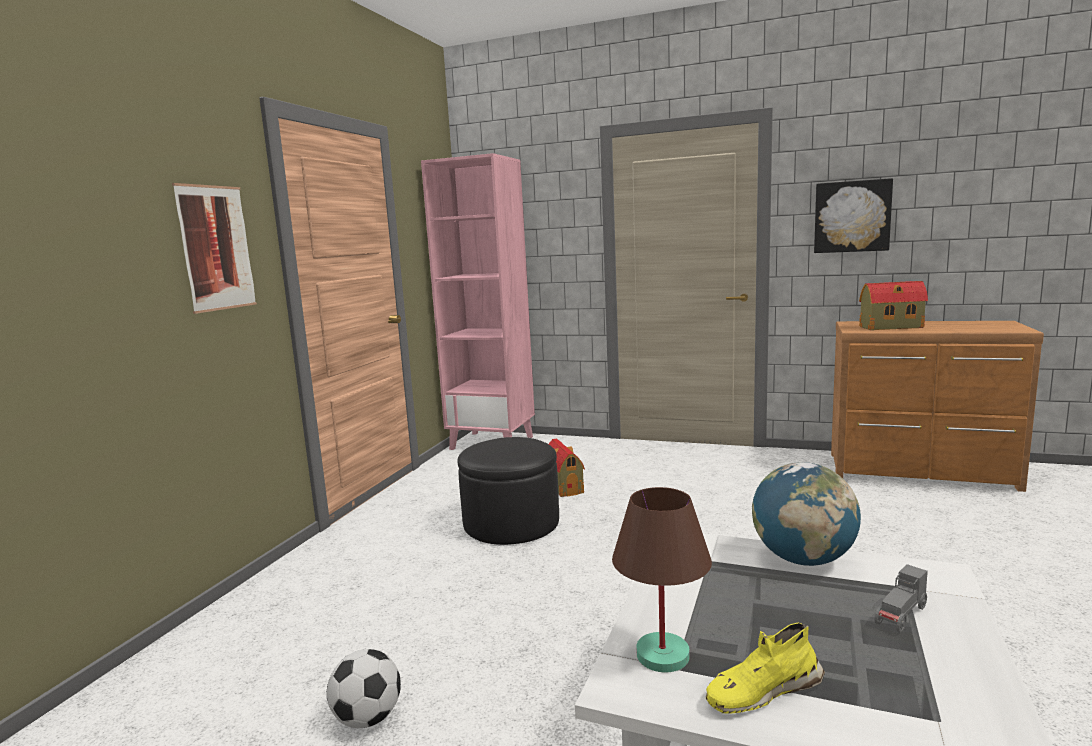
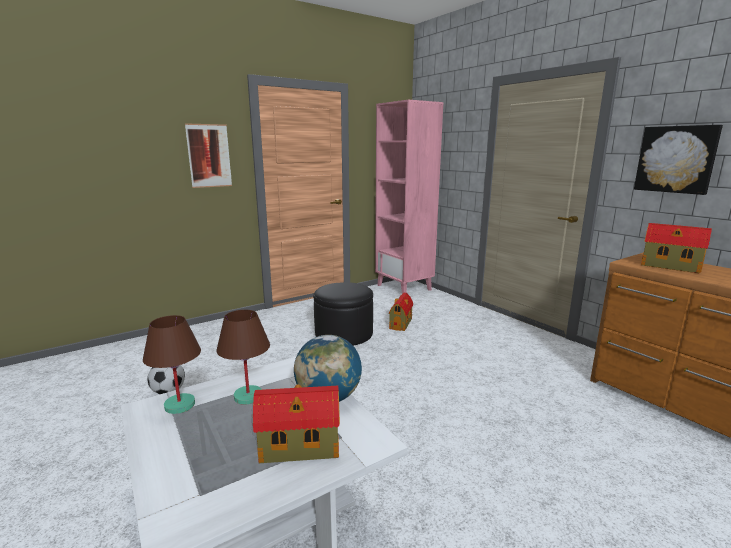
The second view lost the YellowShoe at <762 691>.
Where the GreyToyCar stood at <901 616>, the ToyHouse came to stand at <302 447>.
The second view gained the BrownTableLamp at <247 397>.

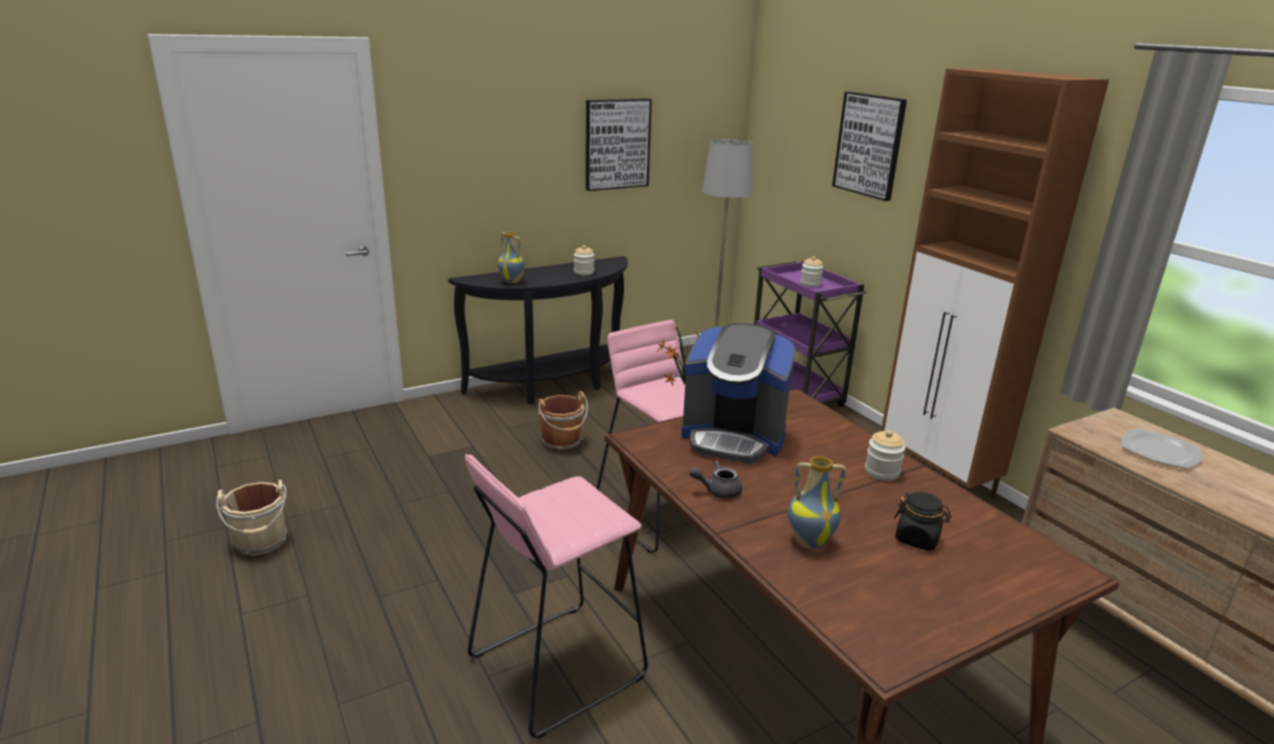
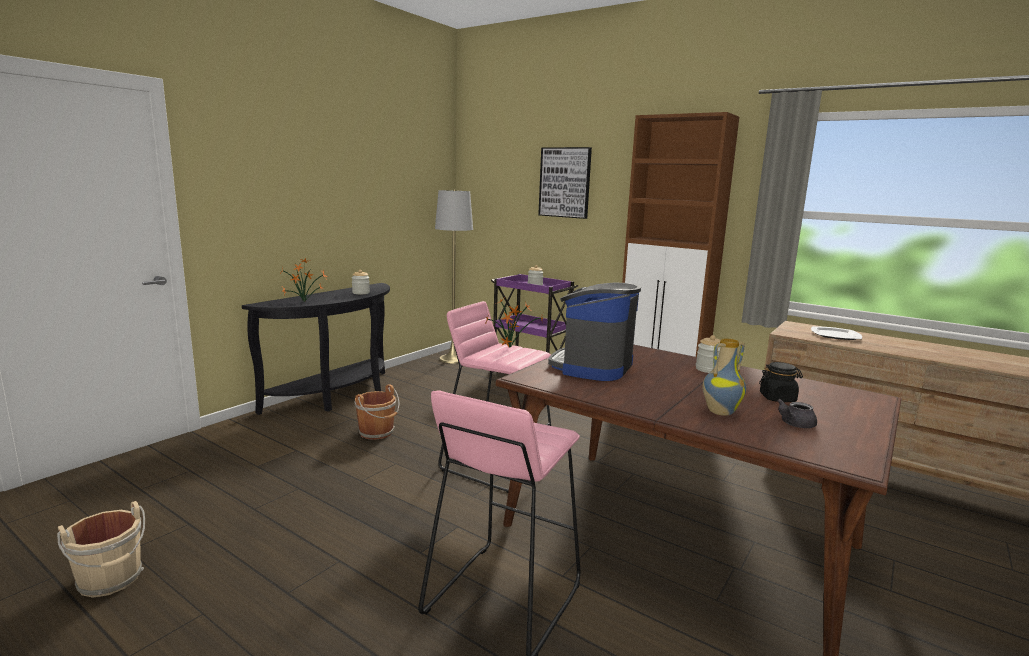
Where the Vase stood at <512 281>, the PottedPlant came to stand at <305 302>.
The second view lost the Picture at <617 144>.
The CoffeeMachine at <733 437> ended up facing another way, 120 degrees clockwise from before.
The GreyTeapot ended up elsewhere, having gone from <717 490> to <793 424>.

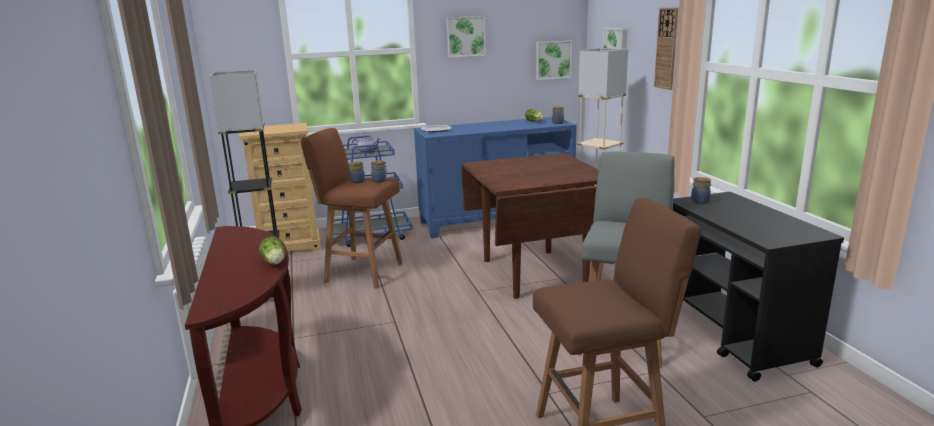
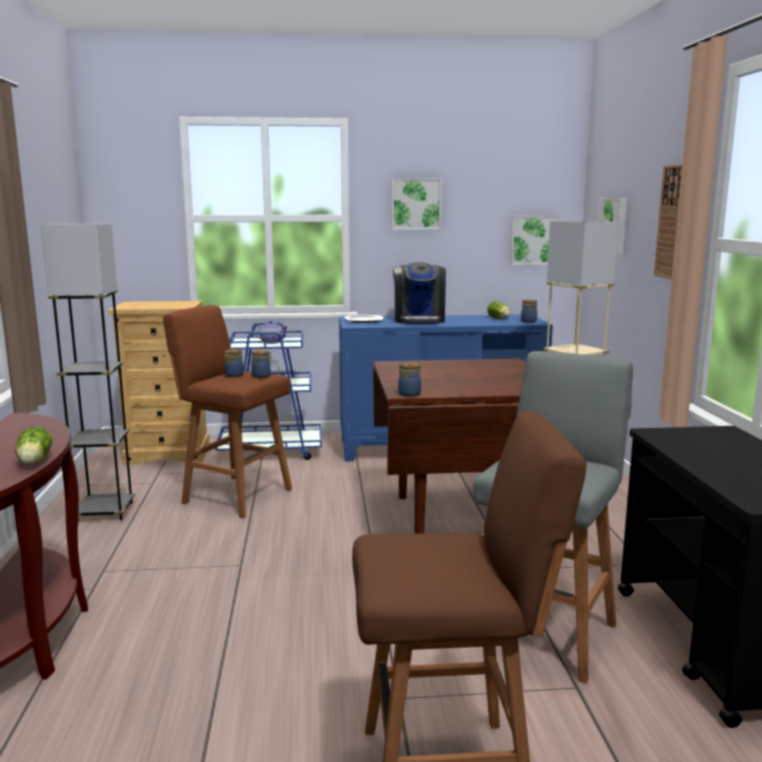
The Jar ended up elsewhere, having gone from <700 201> to <410 394>.
The second view gained the CoffeeMachine at <419 320>.

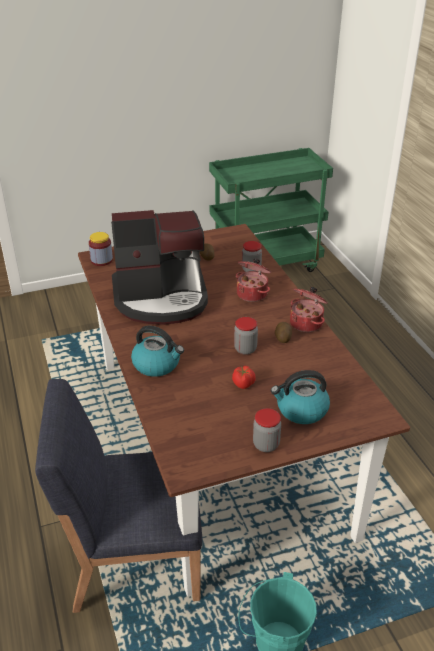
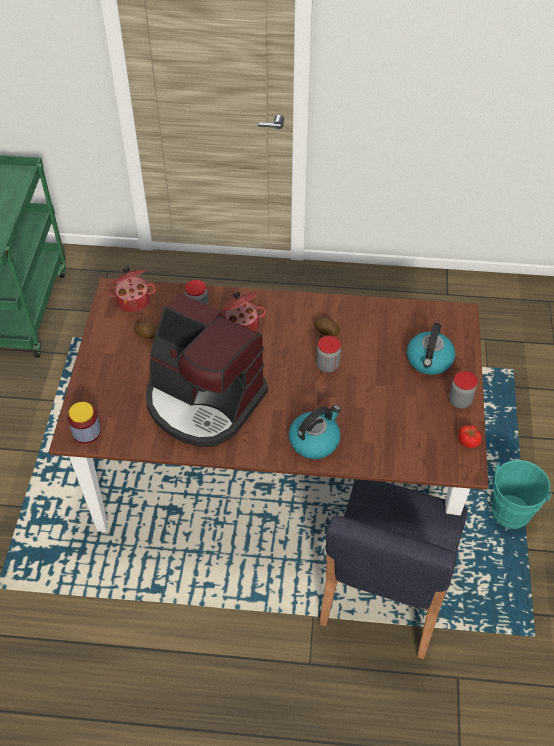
The CoffeeMachine at <161 298> ended up facing another way, 105 degrees clockwise from before.
The Tomato ended up elsewhere, having gone from <243 384> to <468 441>.
The CookingPot ended up elsewhere, having gone from <307 323> to <133 300>.

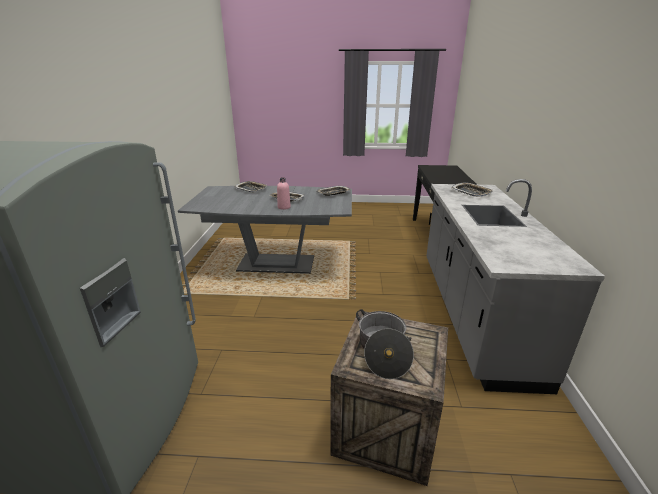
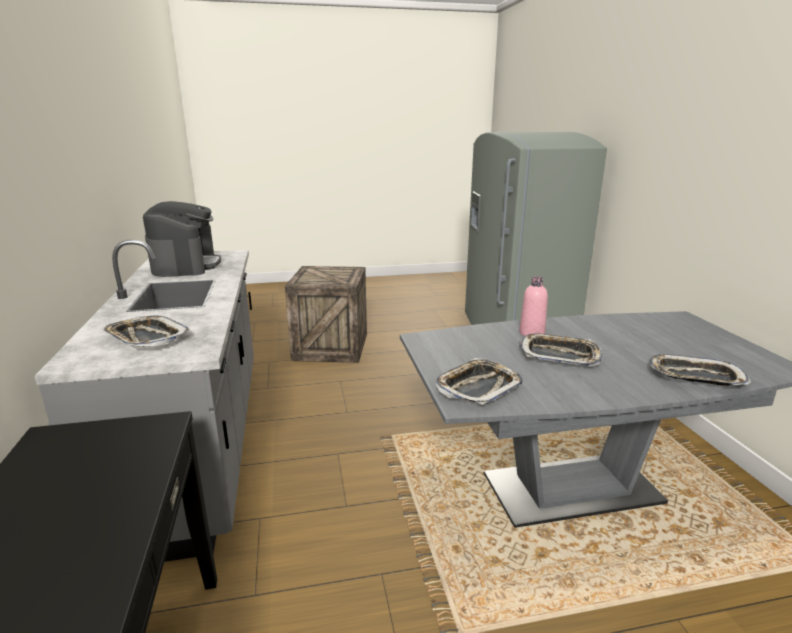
The second view lost the CookingPot at <382 352>.
The second view gained the CoffeeMachine at <186 265>.

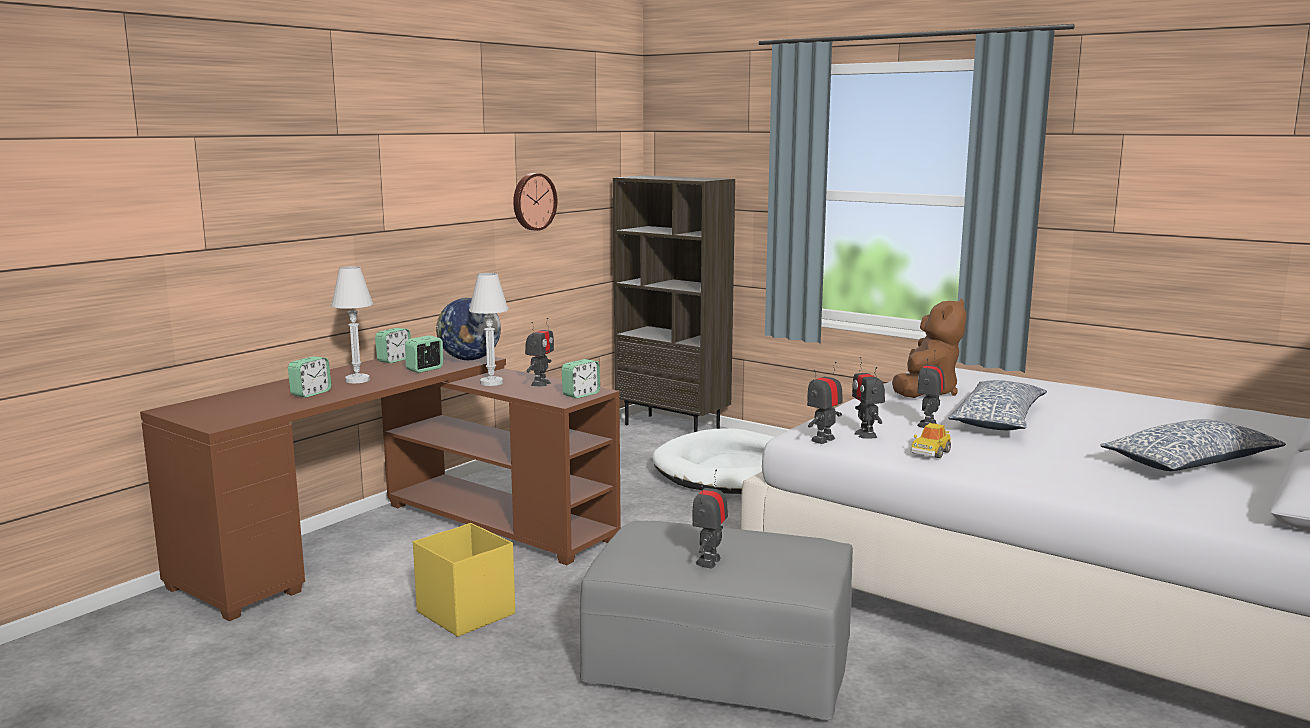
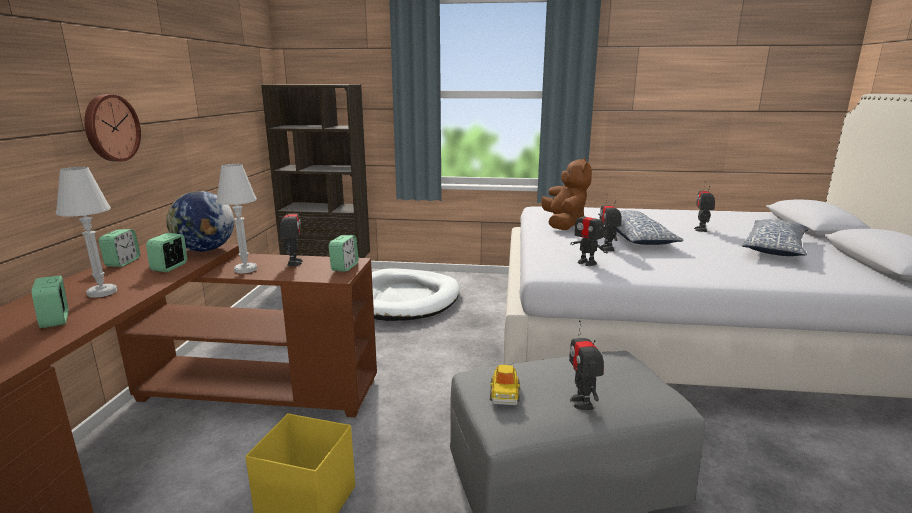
The AlarmClock at <311 393> ended up facing another way, 150 degrees clockwise from before.
The WallClock ended up elsewhere, having gone from <533 201> to <110 128>.
The ToyRobot ended up elsewhere, having gone from <823 440> to <701 229>.
The ToyCar ended up elsewhere, having gone from <930 453> to <504 395>.

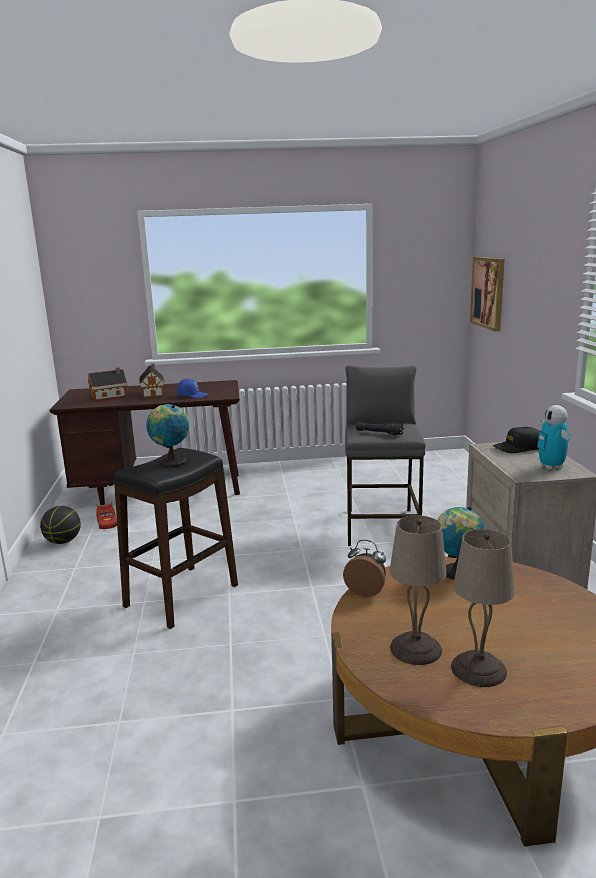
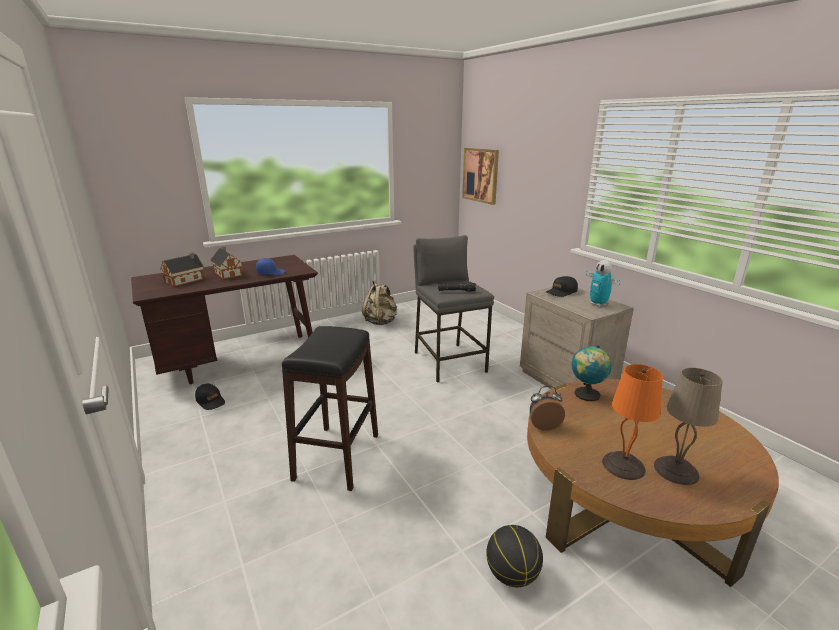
The Basketball ended up elsewhere, having gone from <63 541> to <512 575>.
Where the RedToyCar stood at <107 523>, the BlackCap came to stand at <210 401>.
The second view lost the Globe at <170 462>.
What was the BeigeTableLamp at <416 648> turned into the OrangeTableLamp at <623 465>.
The second view gained the BeigeBackpack at <381 322>.

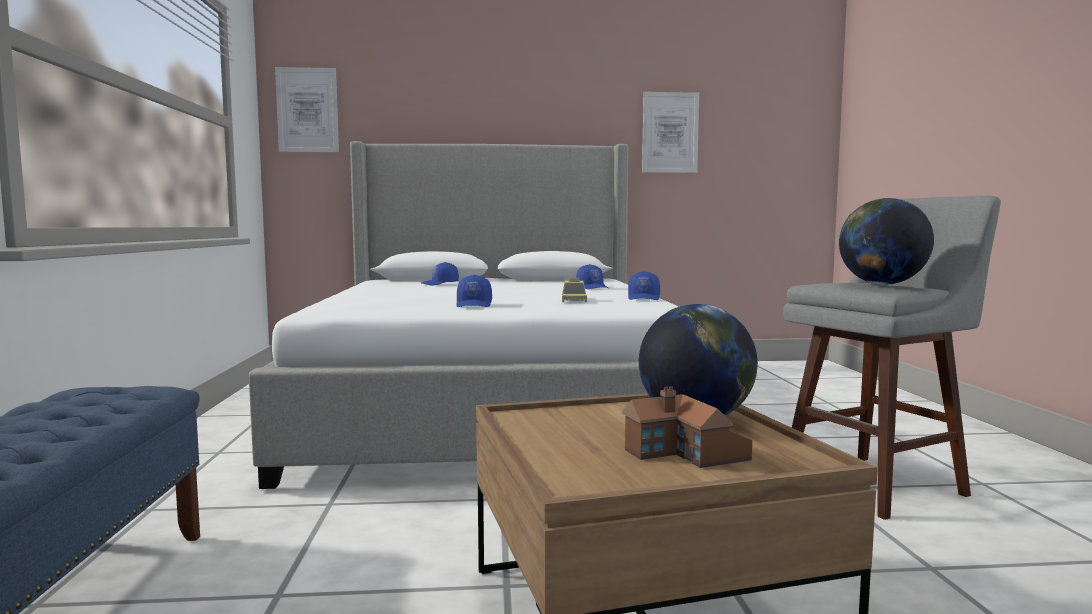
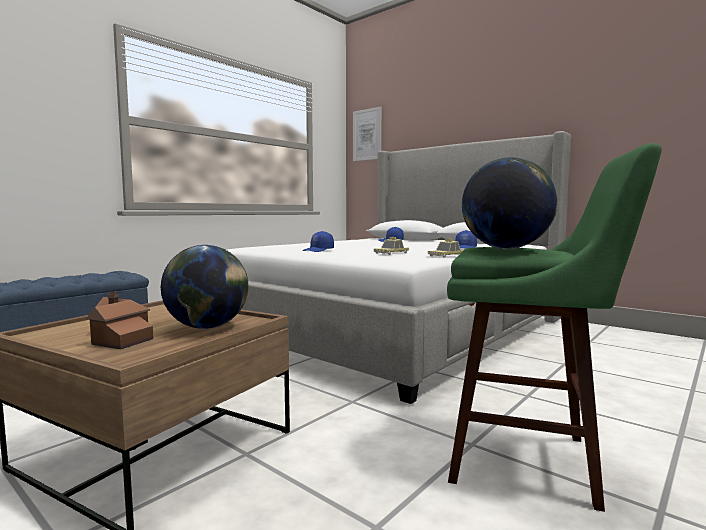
Where the BlueCap stood at <644 298>, the ToyCar came to stand at <446 256>.
The second view lost the Picture at <670 132>.
What was the GreyStool at <878 483> turned into the GreenStool at <530 460>.

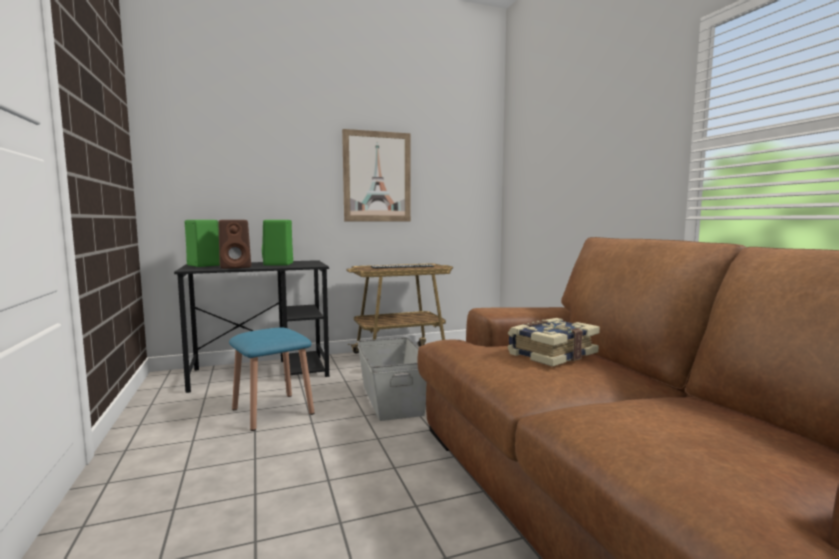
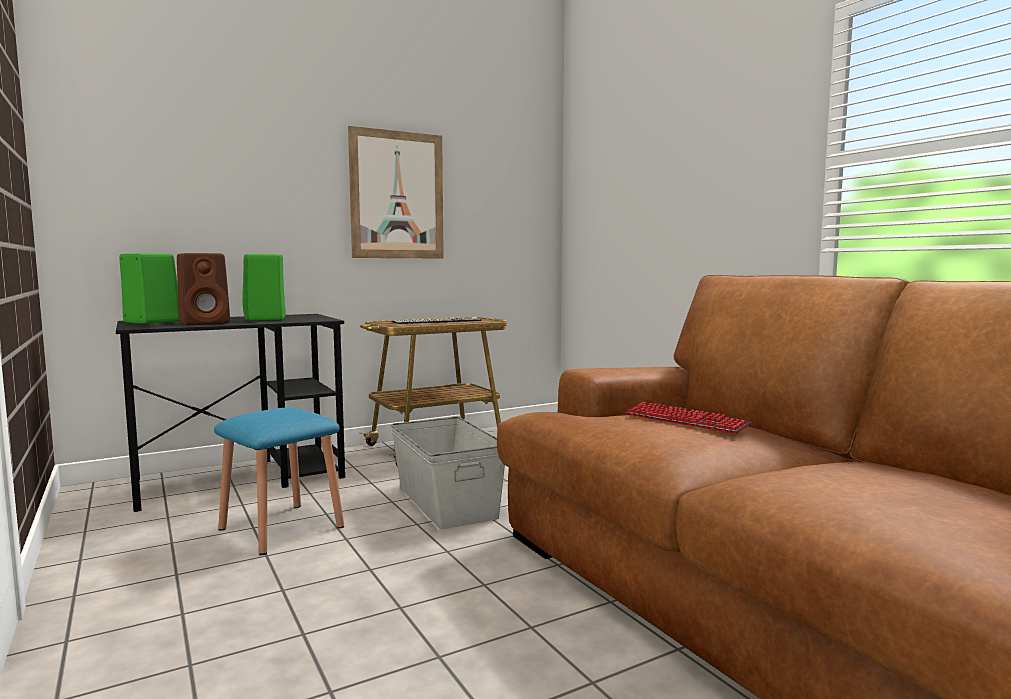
Where the Book stood at <551 354>, the Keyboard came to stand at <685 421>.

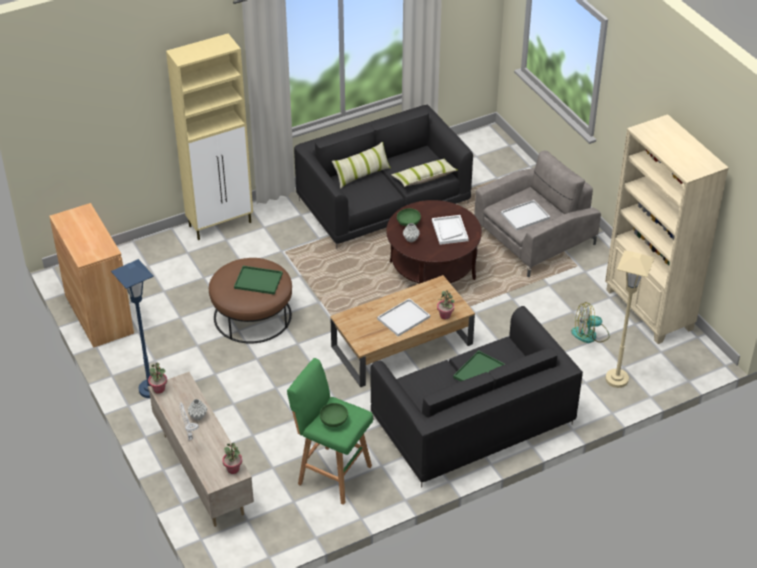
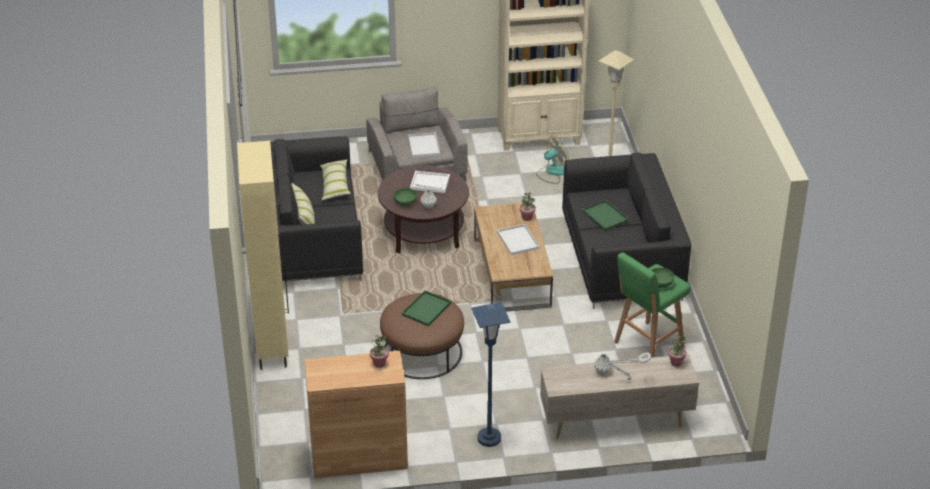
The PottedPlant ended up elsewhere, having gone from <159 389> to <379 363>.
The Fan at <590 334> ended up facing another way, 135 degrees counterclockwise from before.

